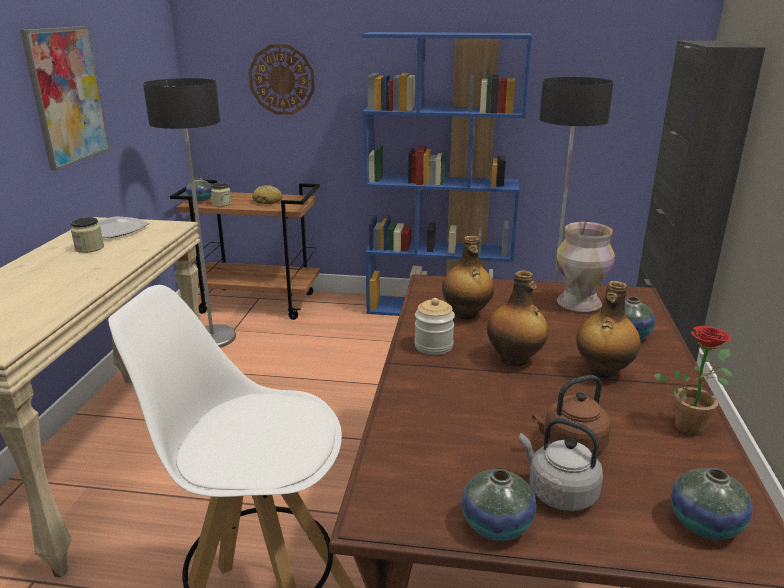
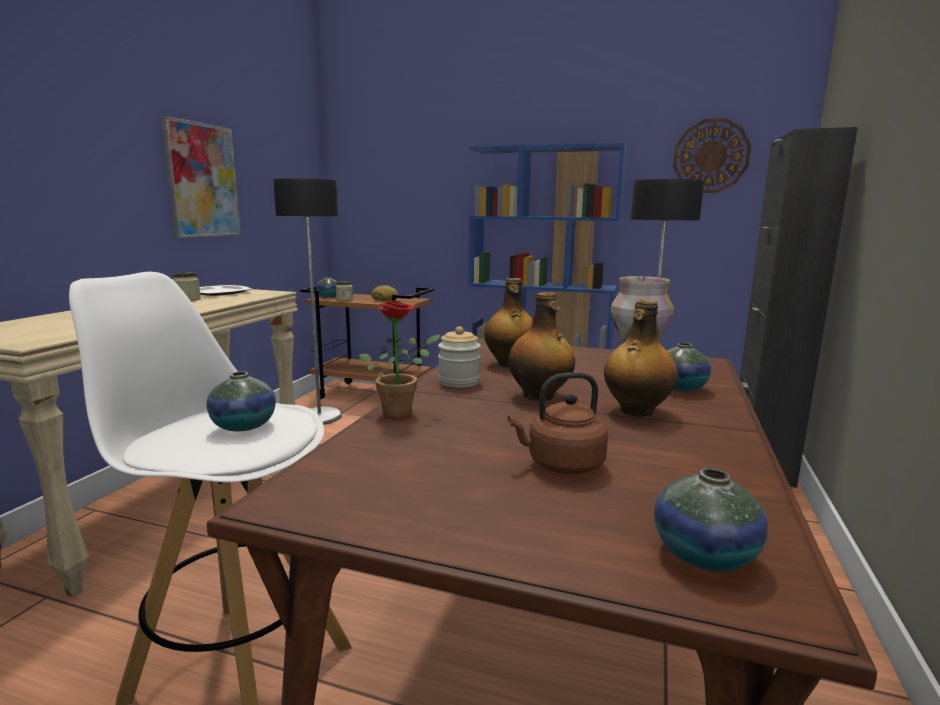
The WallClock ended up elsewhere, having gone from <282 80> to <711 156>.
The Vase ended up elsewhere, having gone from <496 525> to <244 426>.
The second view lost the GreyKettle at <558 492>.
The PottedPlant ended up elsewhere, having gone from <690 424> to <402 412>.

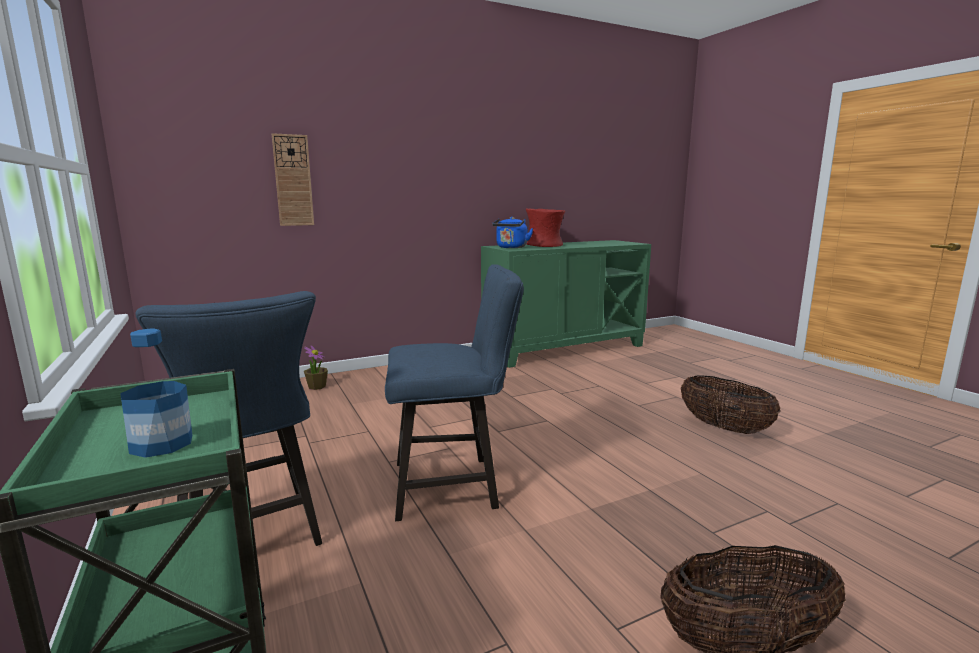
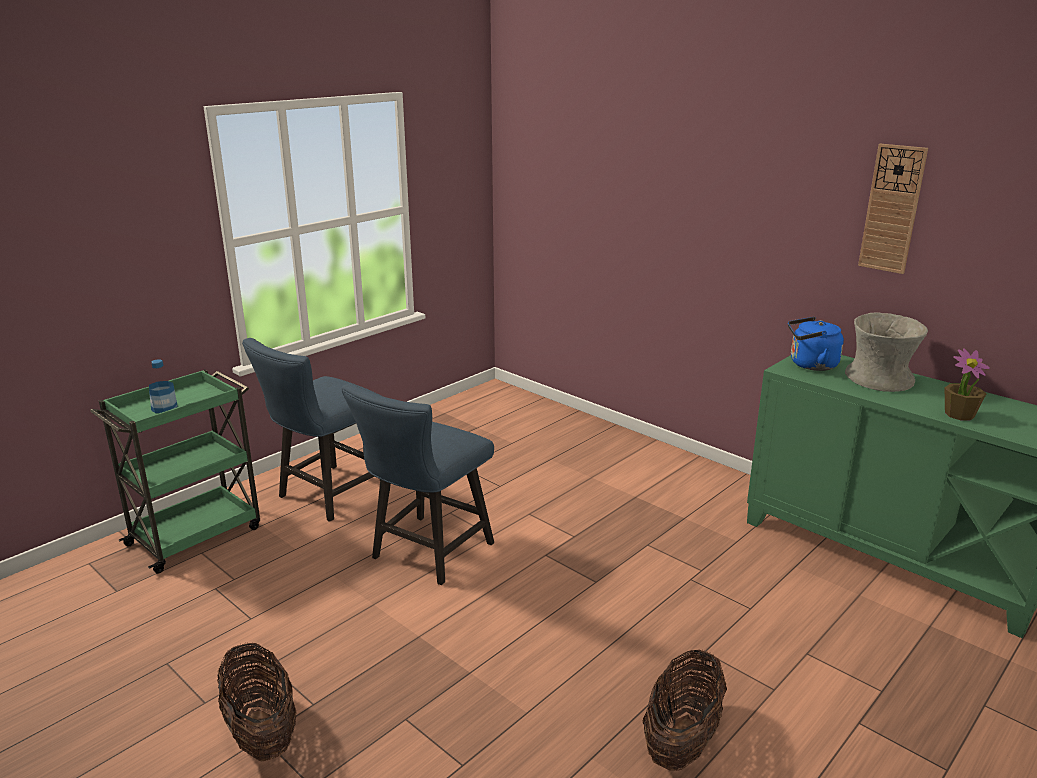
The WallClock ended up elsewhere, having gone from <293 180> to <892 209>.
The PottedPlant ended up elsewhere, having gone from <316 386> to <959 414>.
The BlueChair at <454 485> ended up facing another way, 60 degrees clockwise from before.
What was the RedVase at <544 245> turned into the GreyVase at <879 380>.

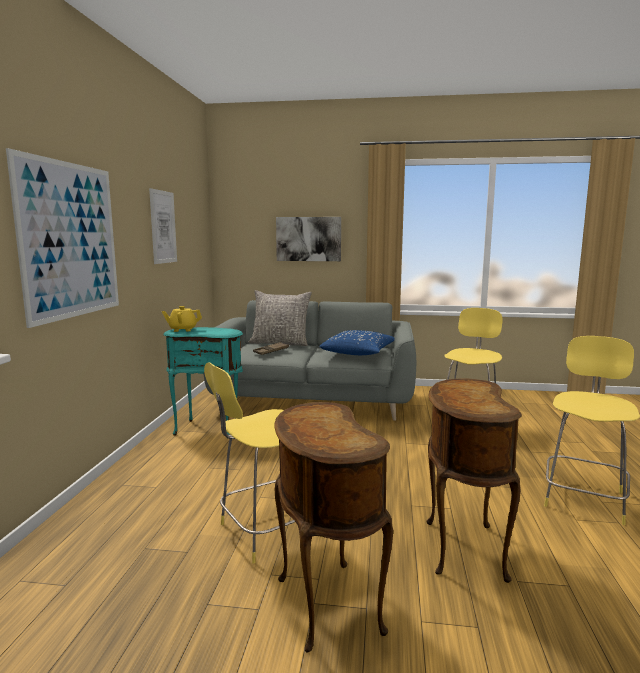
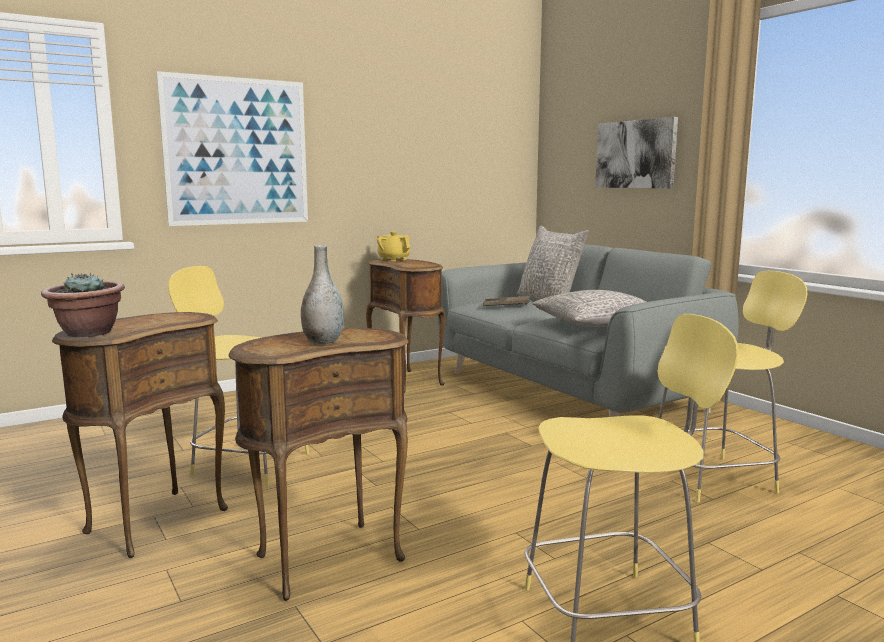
The second view lost the Picture at <163 227>.
What was the TurquoiseSideTable at <208 428> turned into the BrownSideTable at <408 381>.
What was the BluePillow at <358 353> turned into the GreyPillow at <597 325>.
The second view gained the PottedPlant at <88 333>.
The second view gained the GreyVase at <323 341>.

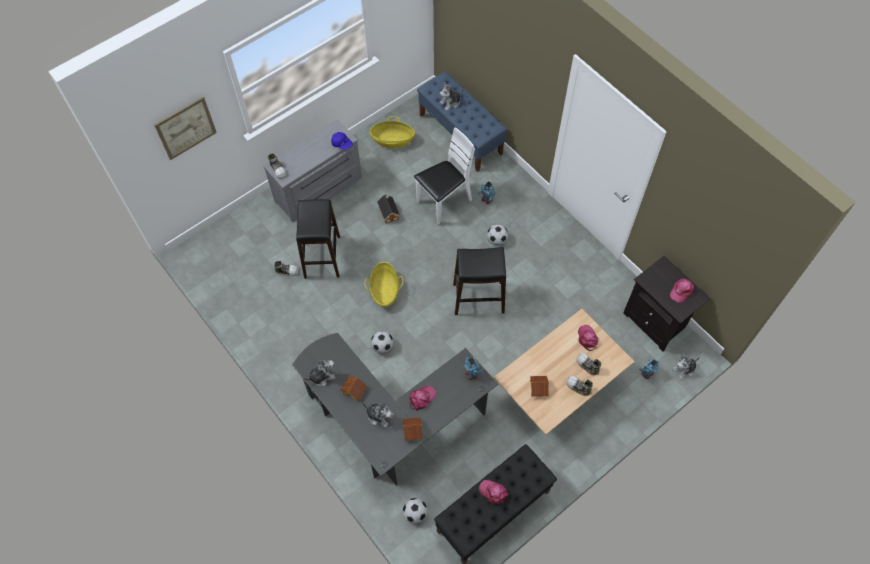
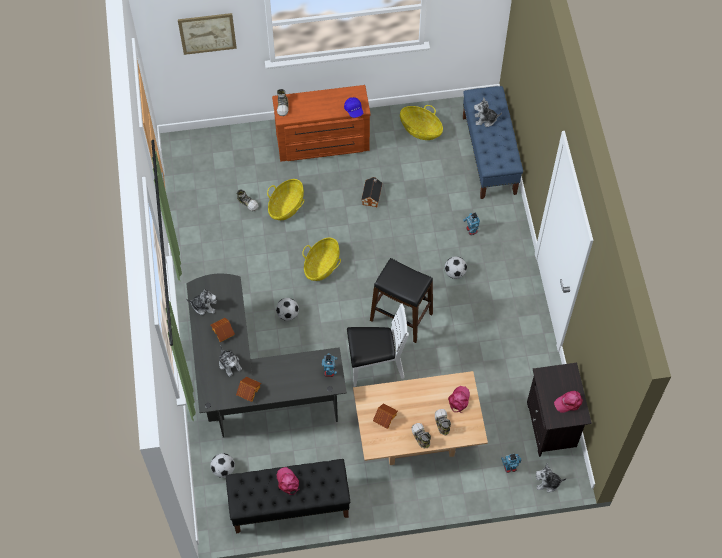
What was the GreyDresser at <320 190> turned into the BrownDresser at <323 144>.
Where the BlackStool stood at <322 256>, the Basket came to stand at <286 206>.
The second view lost the PinkCap at <421 398>.
The WhiteChair ended up elsewhere, having gone from <444 201> to <375 365>.

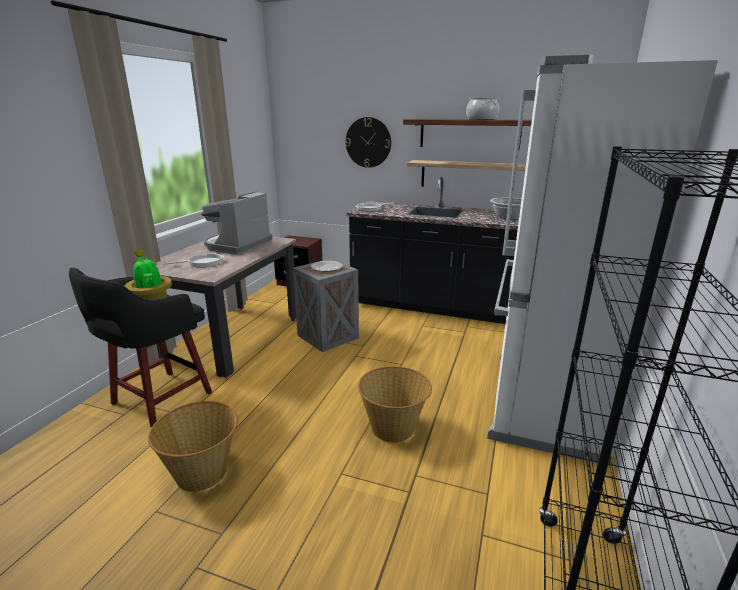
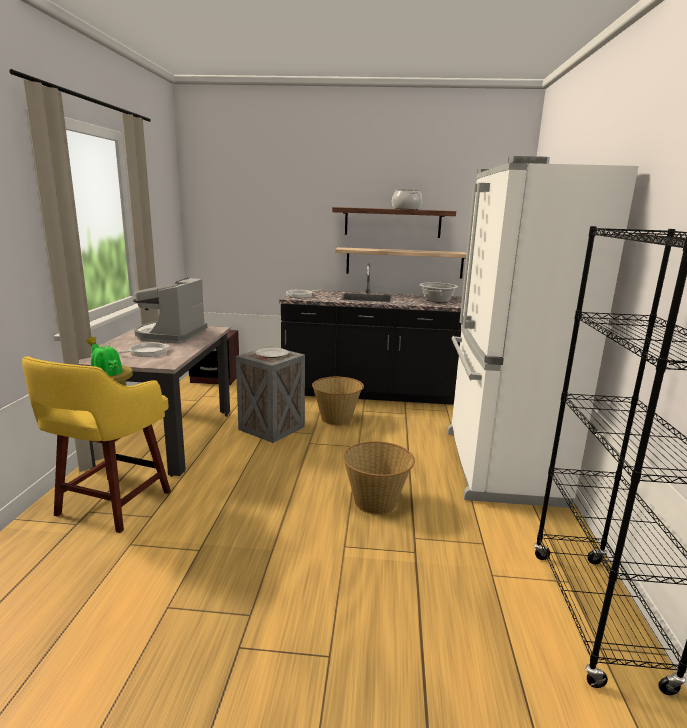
What was the BlackStool at <159 400> turned into the YellowStool at <111 505>.
The Basket ended up elsewhere, having gone from <202 472> to <337 418>.
The second view lost the WallClock at <368 142>.

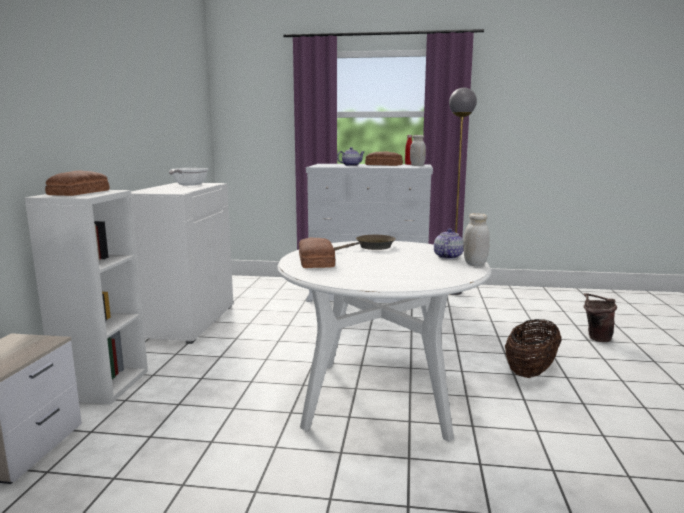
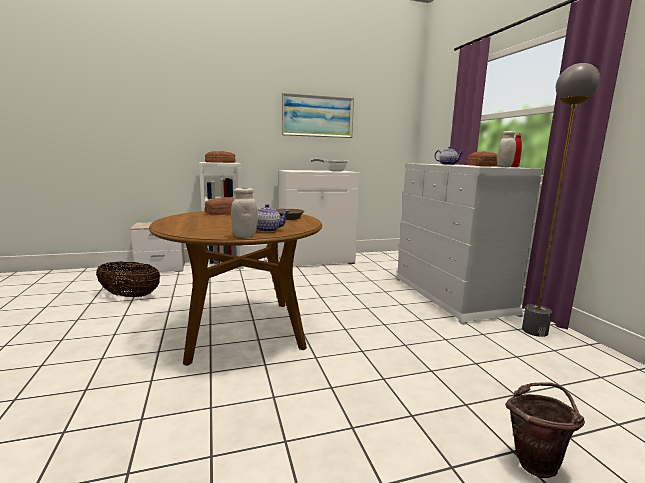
What was the WhiteDiningTable at <380 397> turned into the BrownDiningTable at <242 329>.
The Basket ended up elsewhere, having gone from <530 371> to <130 296>.
The second view gained the Picture at <317 116>.

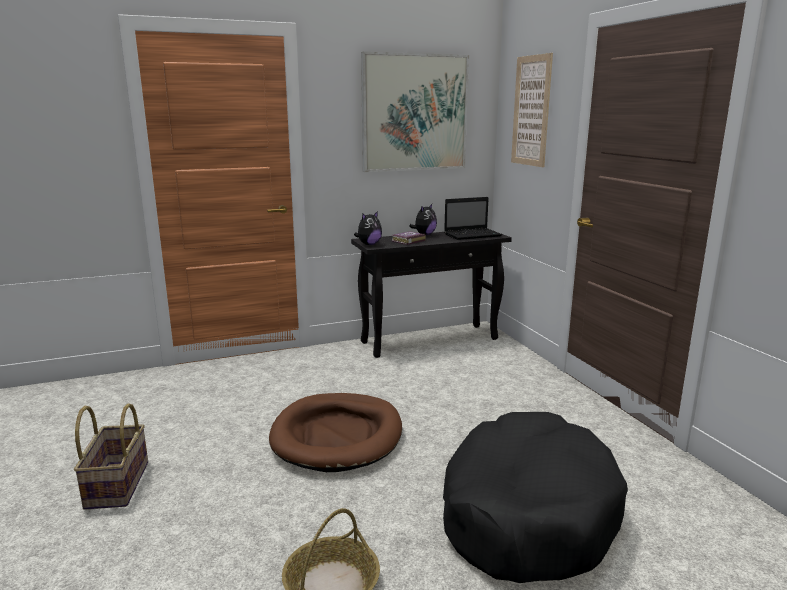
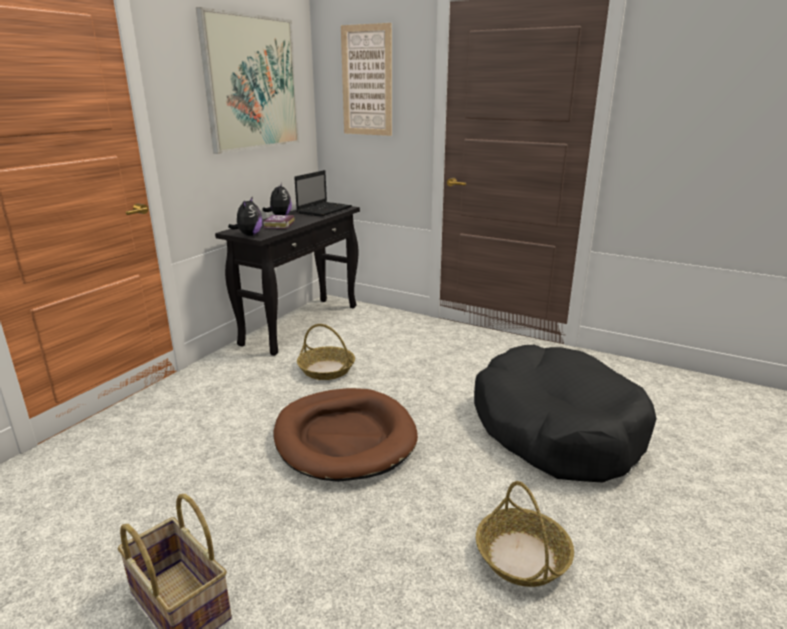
The second view gained the Basket at <327 369>.

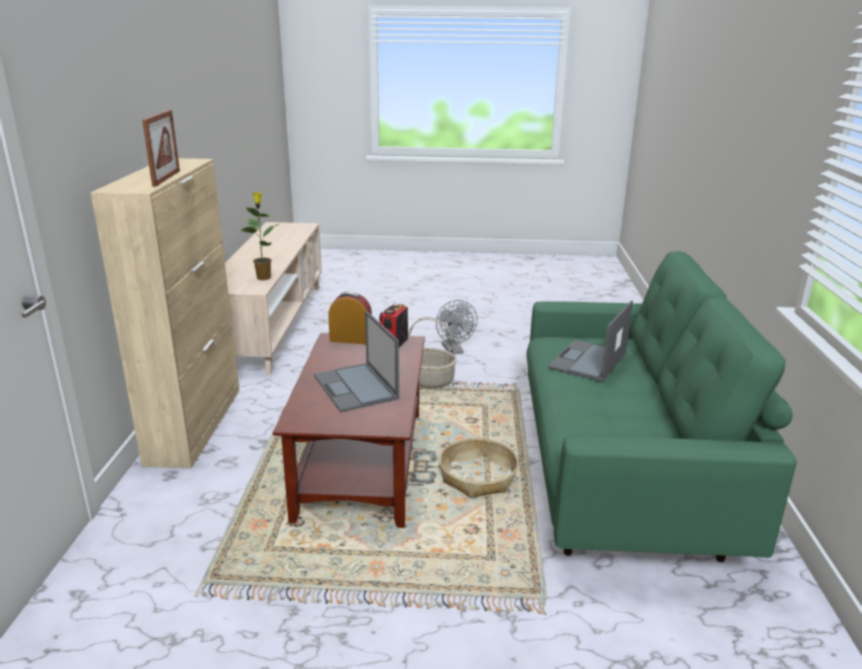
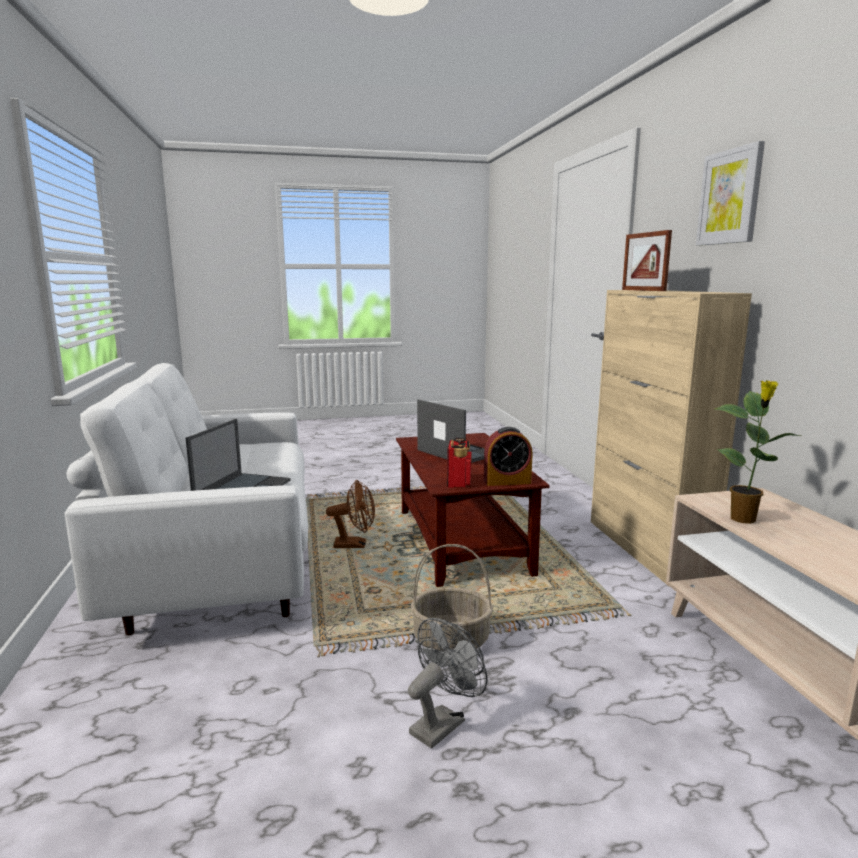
The GreyFan at <454 351> ended up facing another way, 75 degrees clockwise from before.
Where the Basket stood at <478 477>, the BrownFan came to stand at <355 545>.
What was the GreenSofa at <620 476> turned into the WhiteSofa at <221 562>.
The second view gained the Picture at <730 197>.

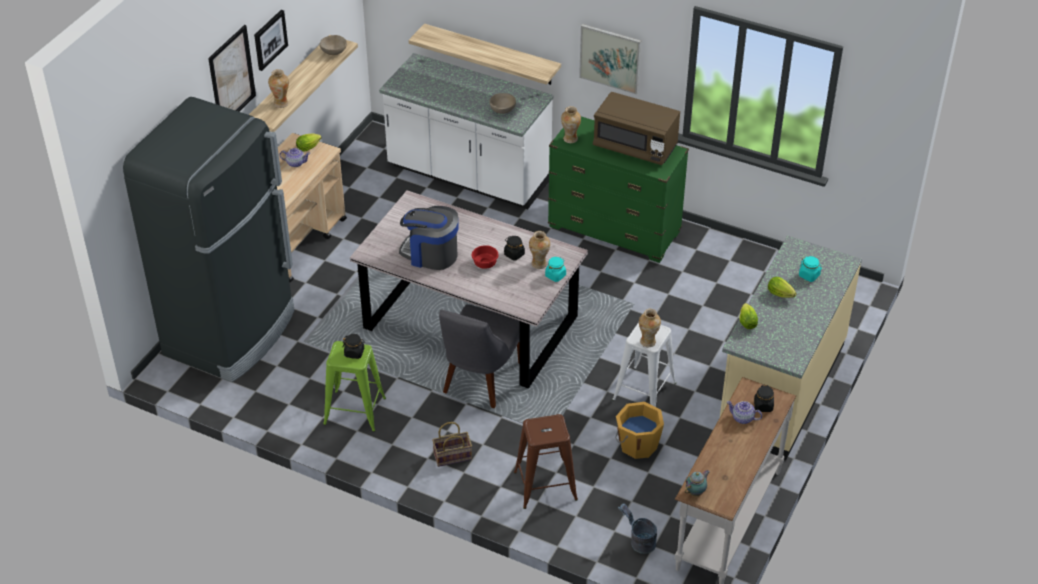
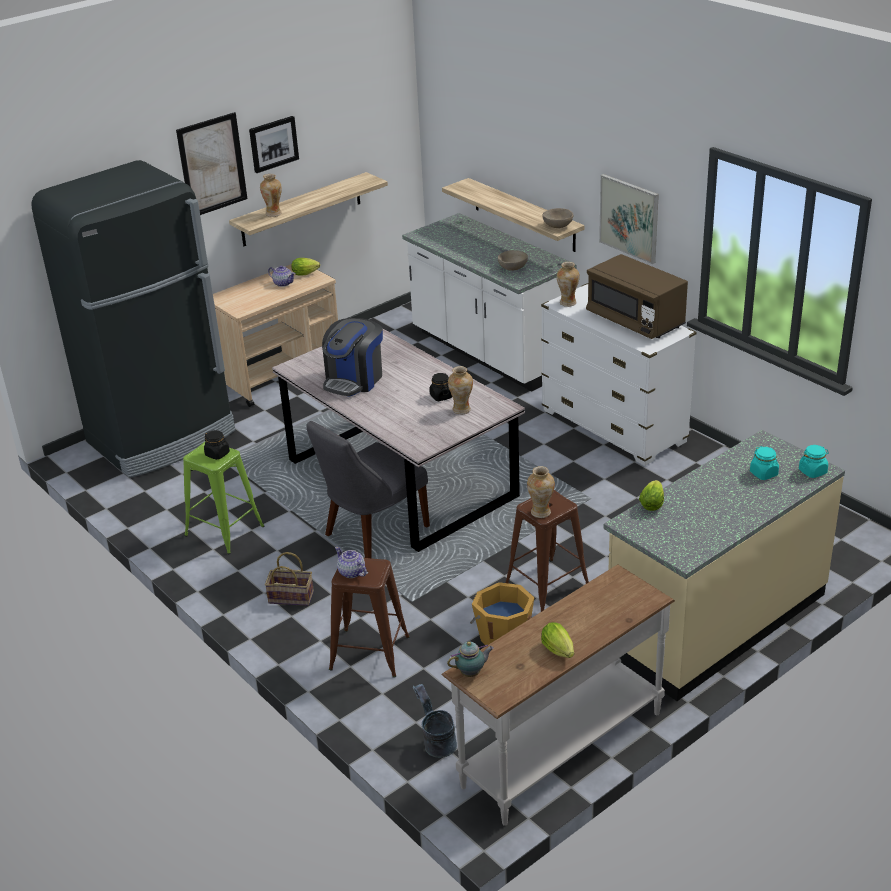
The BeigeBowl ended up elsewhere, having gone from <334 52> to <558 226>.
The CoffeeMachine at <430 254> ended up facing another way, 105 degrees counterclockwise from before.
The second view lost the RedBowl at <485 264>.
The TurquoiseJar ended up elsewhere, having gone from <555 275> to <812 471>.
What was the GreenDresser at <614 230> turned into the WhiteDresser at <613 426>.
What was the WhiteStool at <644 391> turned into the BrownStool at <547 585>.
The Teapot ended up elsewhere, having gone from <743 418> to <351 572>.
The second view lost the BlackJar at <763 406>.
The Lettuce ended up elsewhere, having gone from <781 295> to <559 652>.

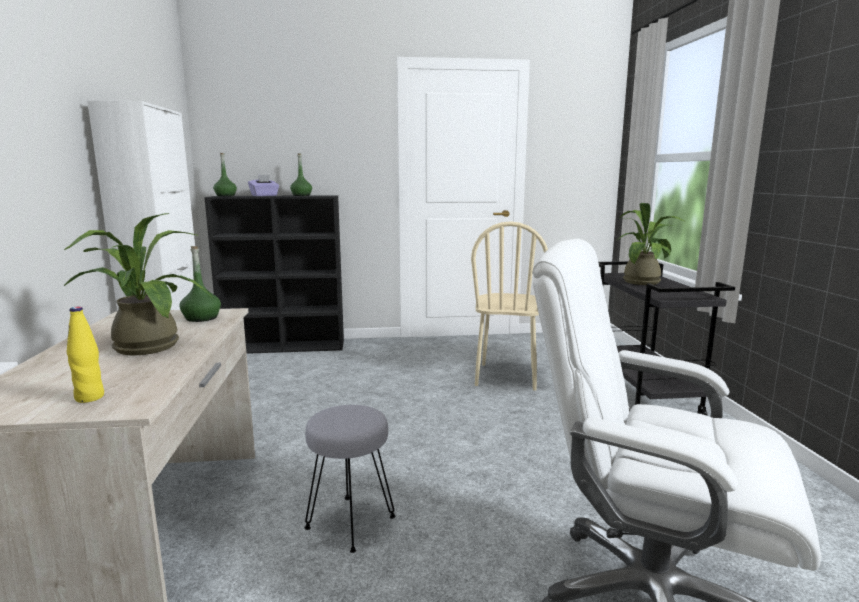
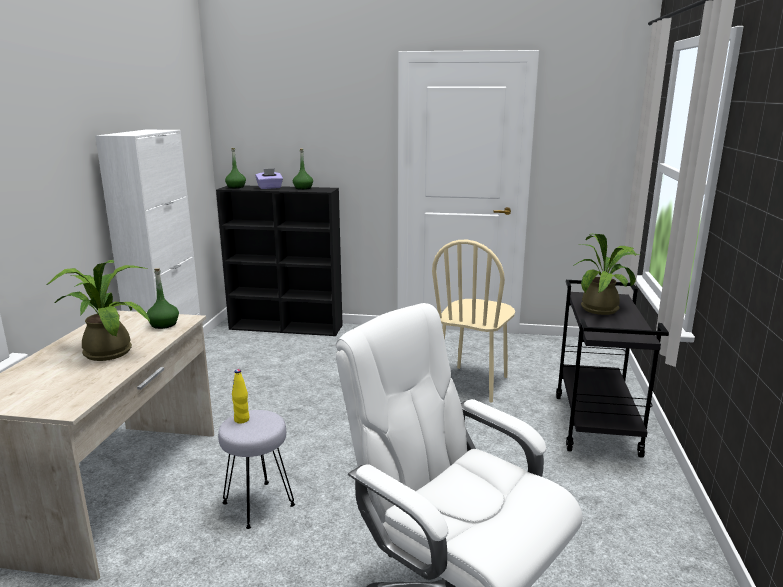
The YellowBottle ended up elsewhere, having gone from <90 397> to <242 420>.

